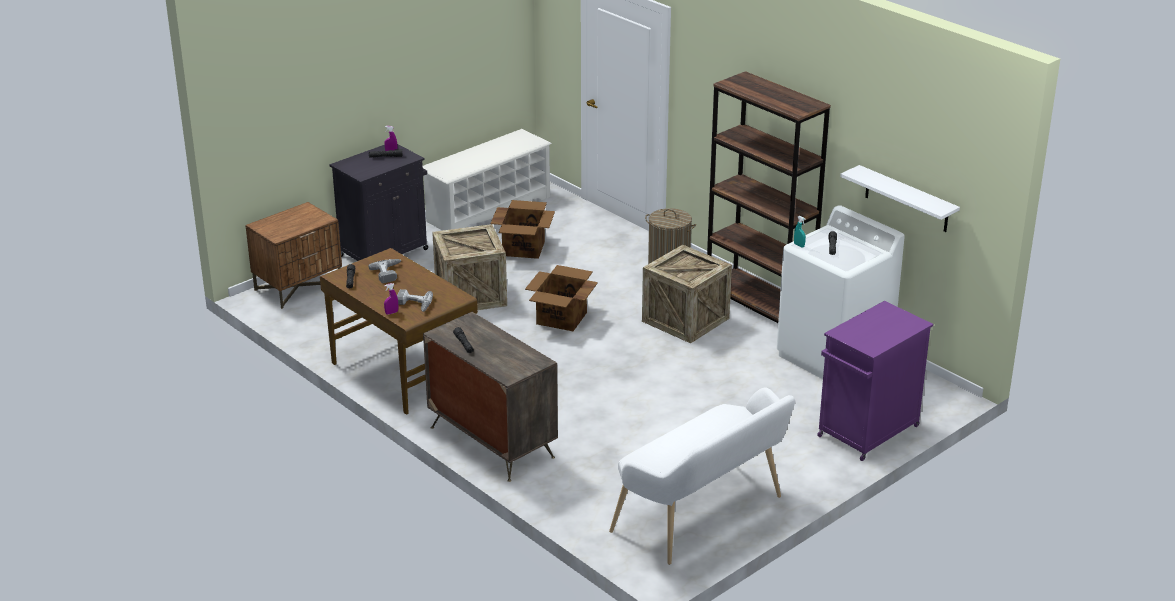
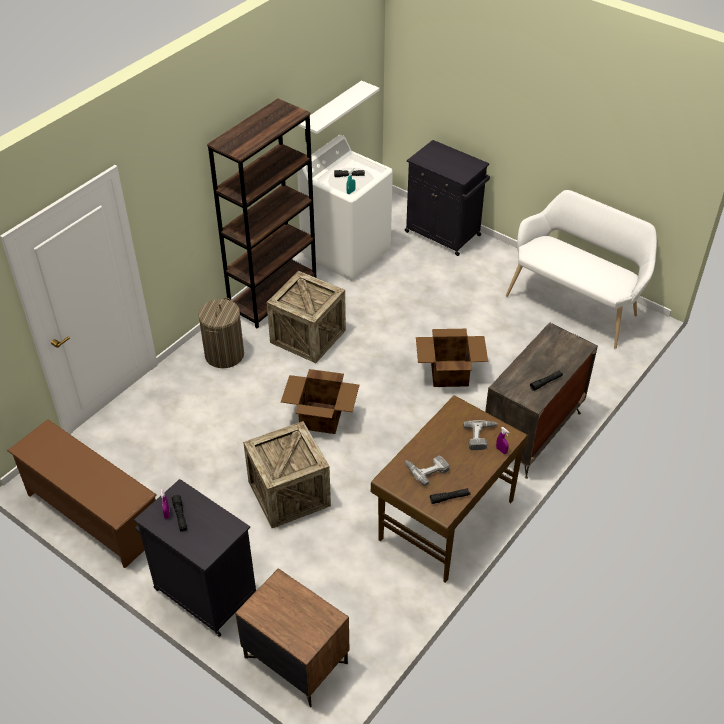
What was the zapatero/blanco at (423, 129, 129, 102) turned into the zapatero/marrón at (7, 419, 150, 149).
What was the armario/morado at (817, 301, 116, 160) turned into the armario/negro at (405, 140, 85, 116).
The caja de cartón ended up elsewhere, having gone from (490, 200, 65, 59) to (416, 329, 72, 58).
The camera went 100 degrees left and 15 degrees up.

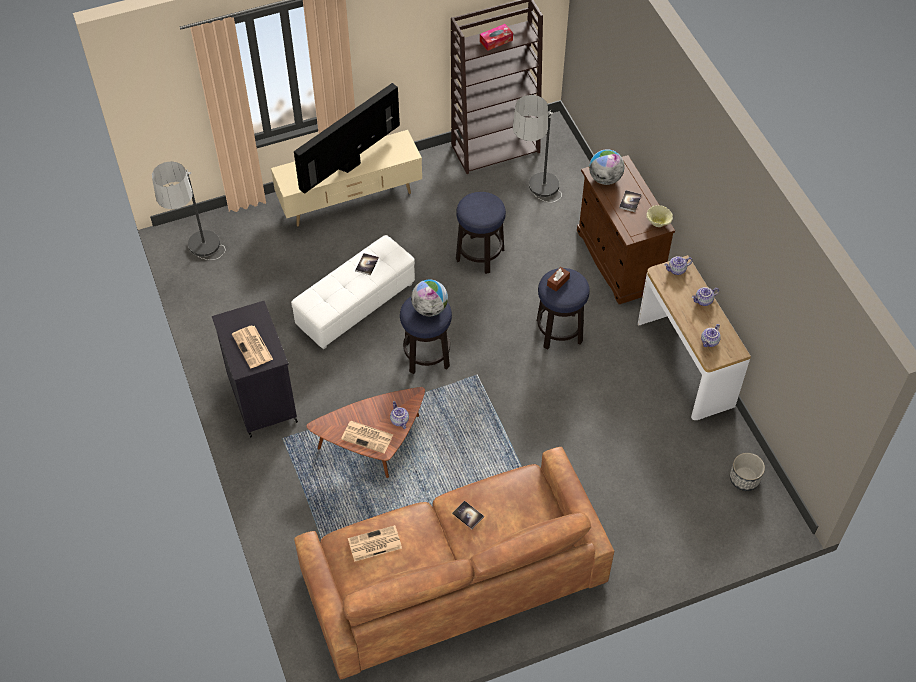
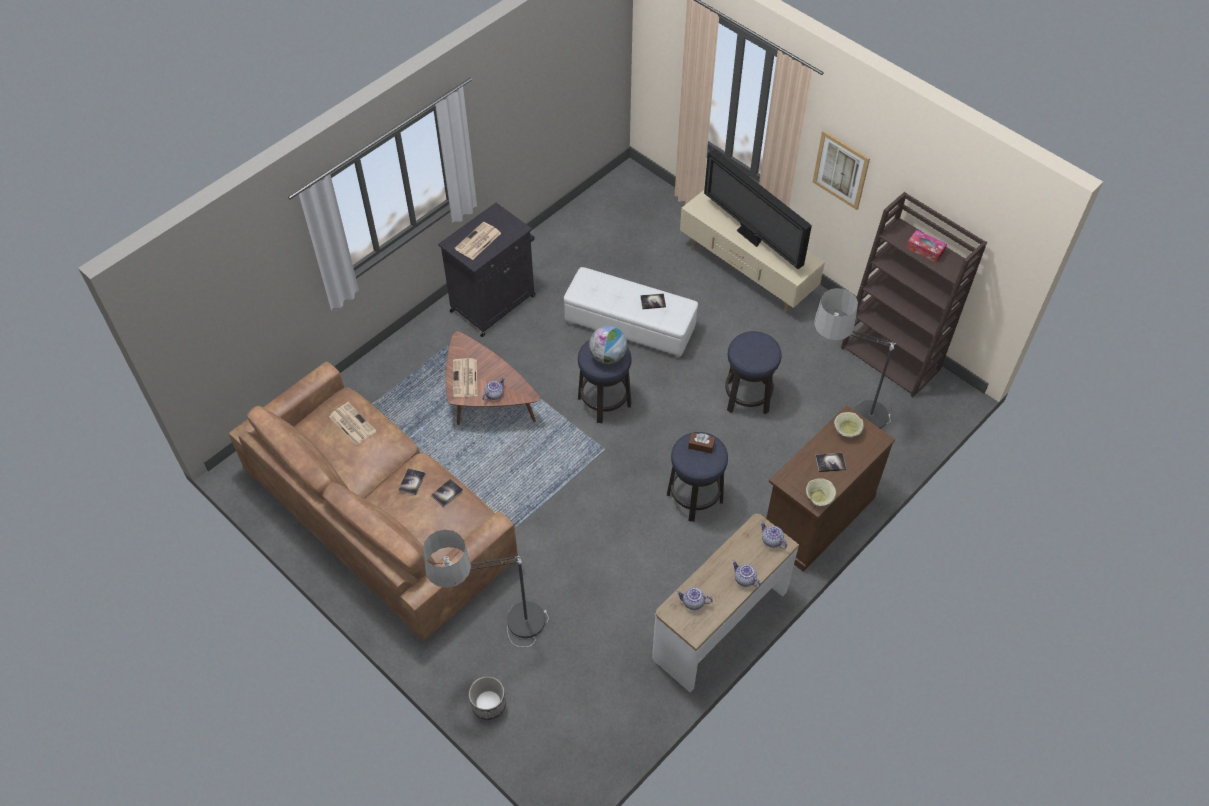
The lámpara de pie ended up elsewhere, having gone from (152, 161, 74, 99) to (423, 530, 126, 117).
The second view gained the libro at (431, 479, 32, 28).
The maceta ended up elsewhere, having gone from (730, 453, 35, 38) to (469, 676, 37, 44).
The televisor at (294, 83, 106, 111) ended up facing another way, 150 degrees counterclockwise from before.
The second view gained the cuadro at (813, 130, 57, 80).
Where the globo terráqueo stood at (589, 150, 36, 35), the cuenco/beis came to stand at (834, 412, 30, 25).
The camera went 65 degrees right and 0 degrees up.

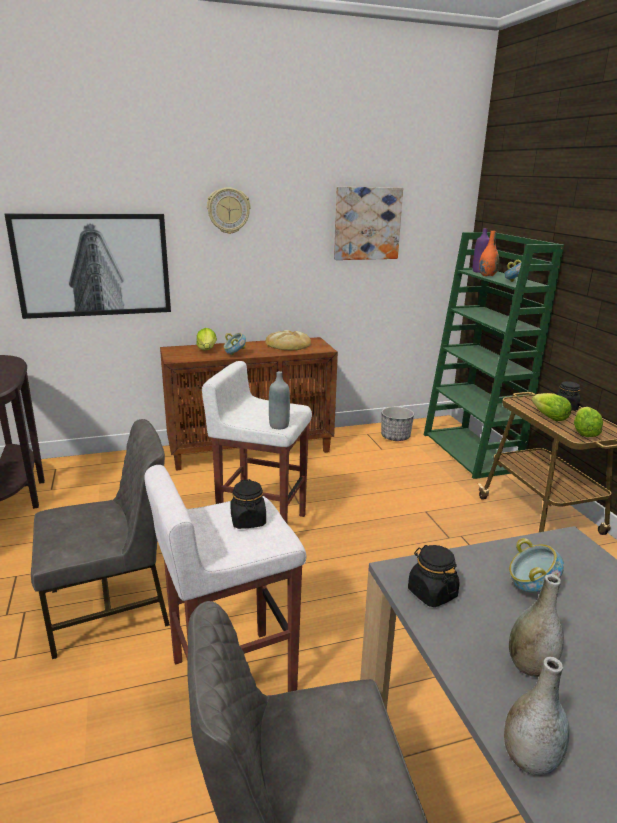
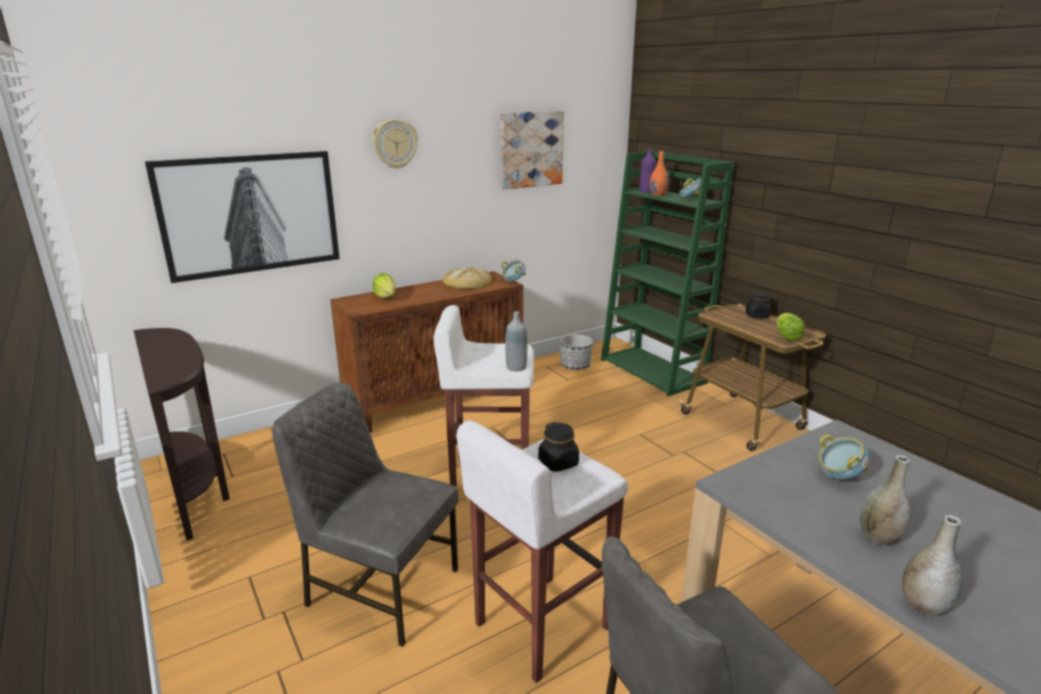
The silla/gris at (31, 419, 139, 240) ended up facing another way, 120 degrees counterclockwise from before.
The cuenco ended up elsewhere, having gone from (224, 333, 22, 22) to (501, 260, 25, 23).
The second view lost the tarro/negro at (408, 545, 52, 62).
The second view lost the lechuga at (532, 393, 39, 28).
The camera went 15 degrees left and 0 degrees up.

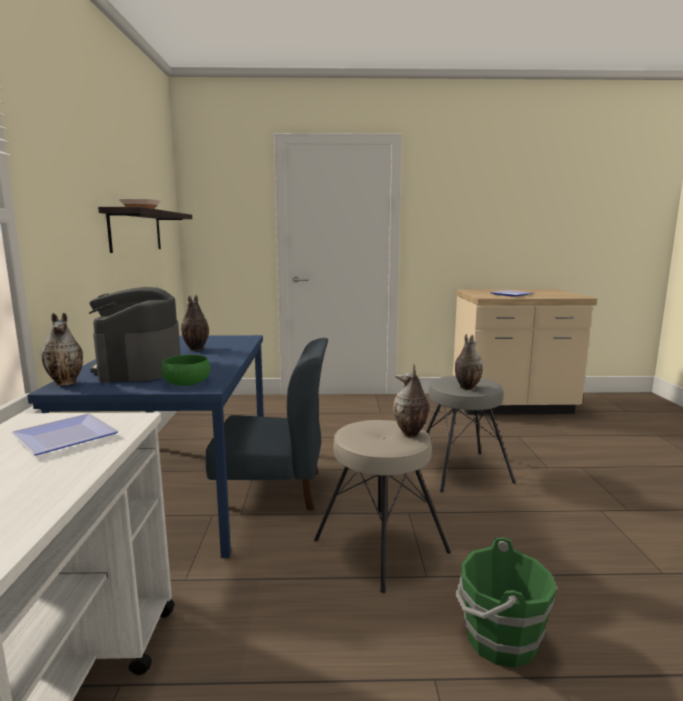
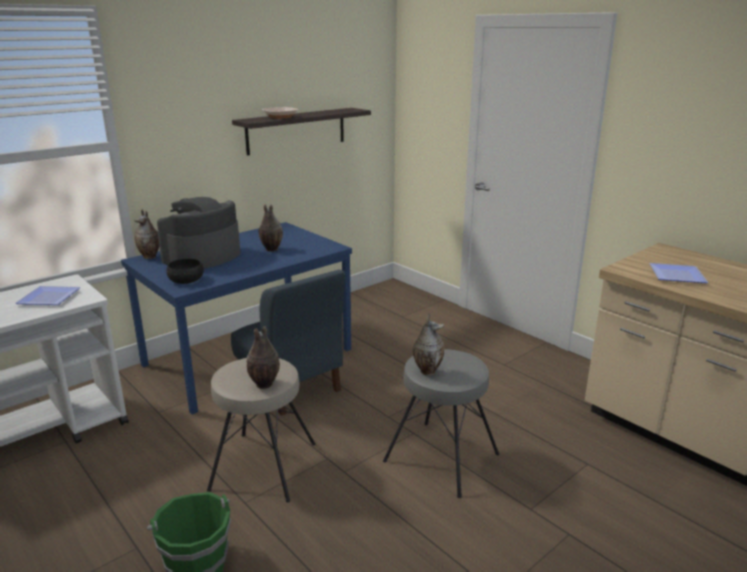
What was the cuenco/verde at (161, 355, 49, 31) turned into the cuenco/negro at (166, 258, 38, 26).
The camera went 50 degrees right and 10 degrees up.

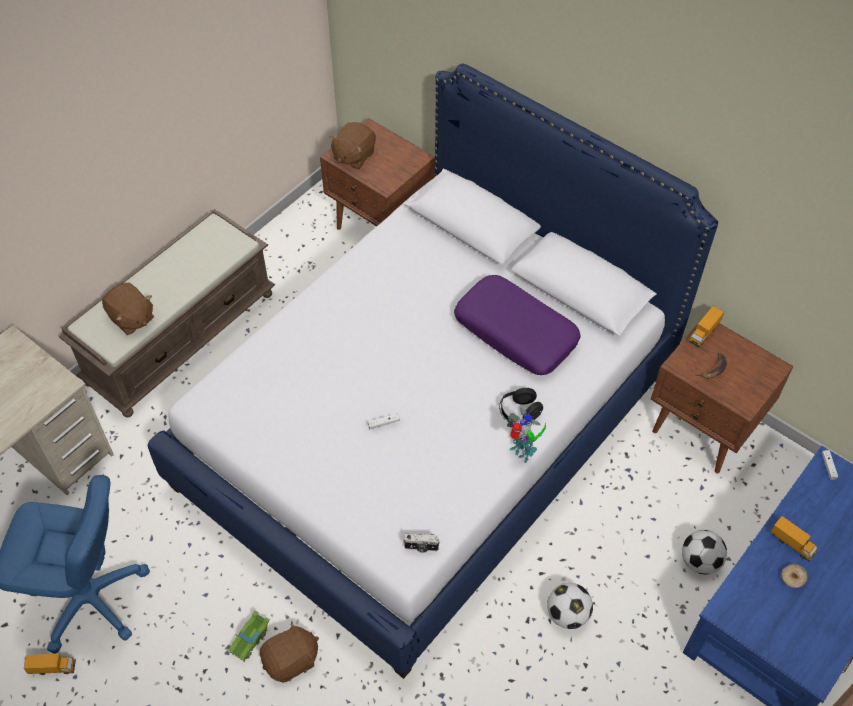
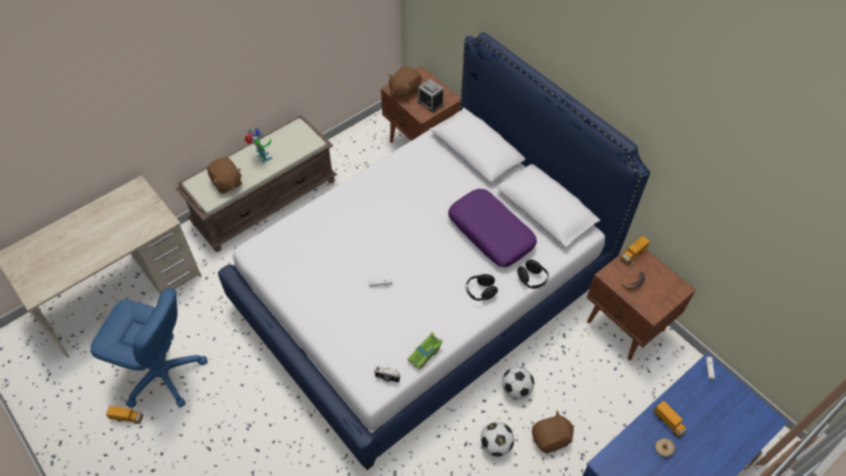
The robot de juguete ended up elsewhere, having gone from (507, 408, 39, 55) to (245, 127, 27, 37).
The coche de juguete/verde ended up elsewhere, having gone from (228, 611, 42, 51) to (408, 332, 35, 38).
The second view gained the despertador at (417, 79, 27, 33).
The balón de fútbol ended up elsewhere, having gone from (682, 530, 45, 44) to (502, 367, 32, 32).
The second view gained the auriculares/negro at (517, 260, 32, 29).
The peluche/marrón ended up elsewhere, having gone from (260, 621, 59, 62) to (532, 411, 42, 42).
The camera went 10 degrees right and 0 degrees up.

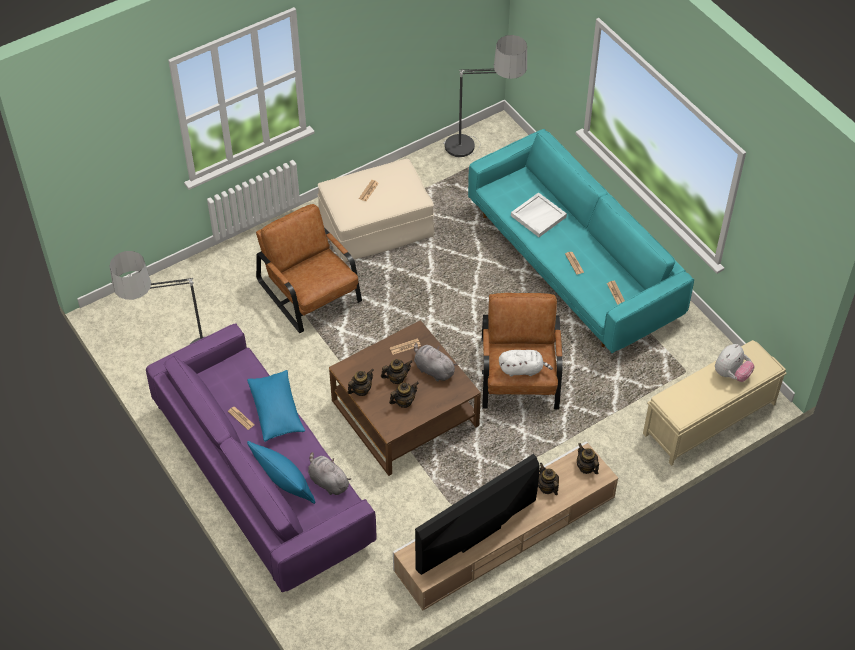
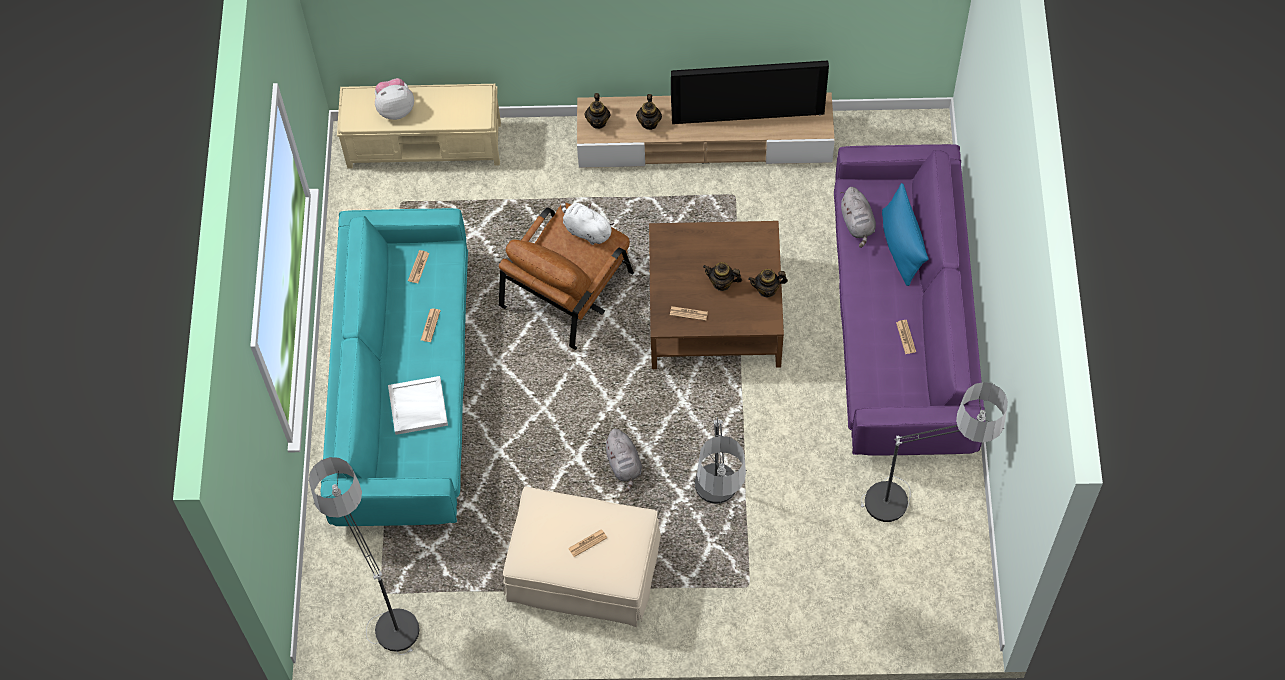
The peluche/gris ended up elsewhere, having gone from (414, 343, 43, 38) to (604, 429, 38, 63).
Where the sillón/marrón stood at (256, 204, 106, 129), the lámpara de pie came to stand at (695, 417, 52, 87).
The second view lost the cojín/azul at (247, 370, 58, 72).
The second view lost the tetera at (389, 382, 30, 26).
The camera went 145 degrees left and 10 degrees up.

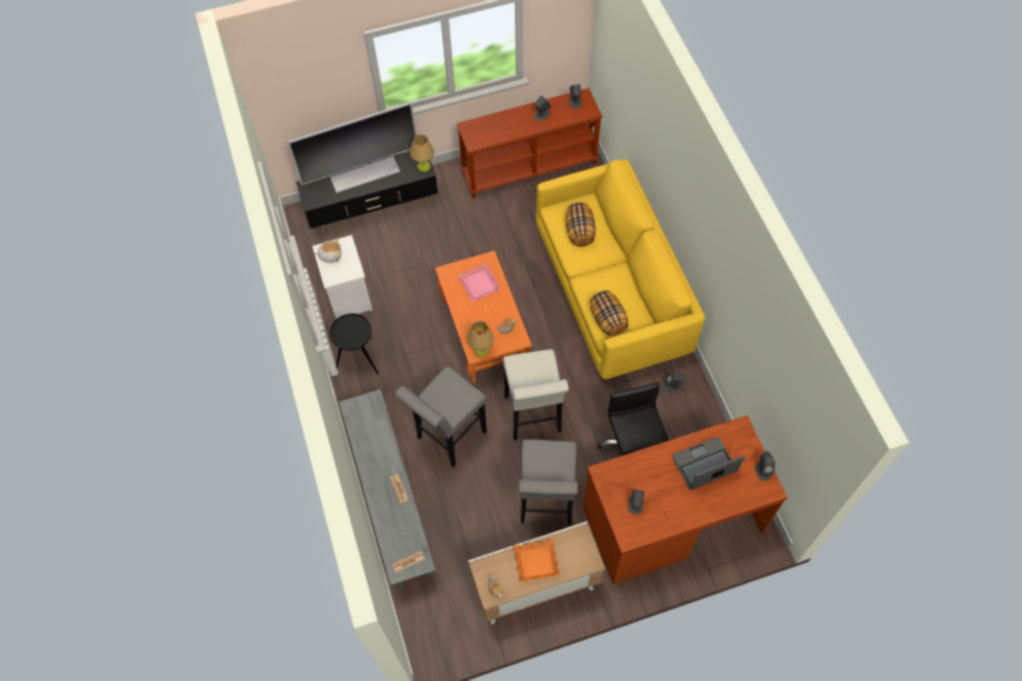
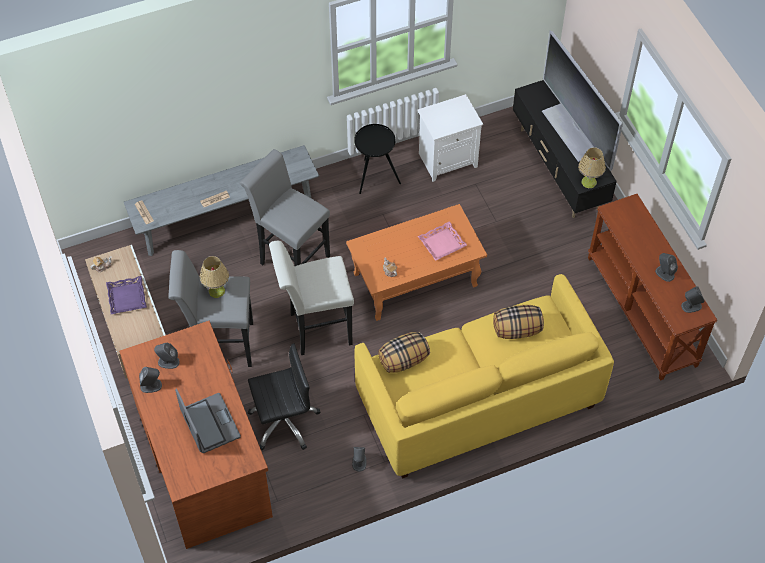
What was the bandeja/naranja at (513, 539, 47, 44) turned into the bandeja/morado at (106, 276, 41, 38).
The altavoz/gris ended up elsewhere, having gone from (755, 451, 20, 30) to (139, 367, 23, 26).
The lámpara de mesa ended up elsewhere, having gone from (467, 321, 27, 36) to (200, 256, 29, 42).
The second view lost the peluche at (315, 238, 26, 25).
The camera went 85 degrees right and 5 degrees down.

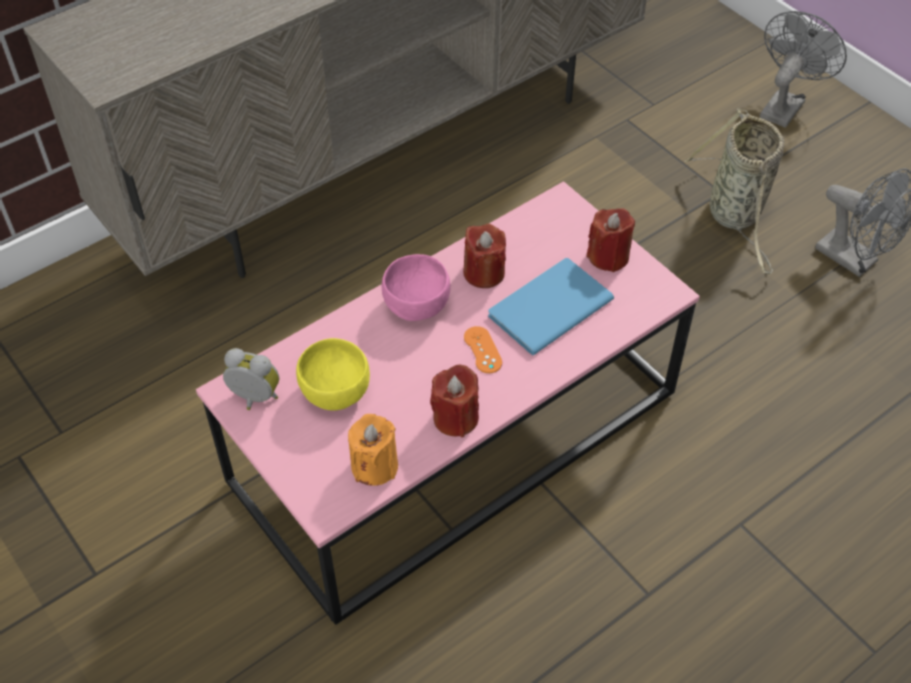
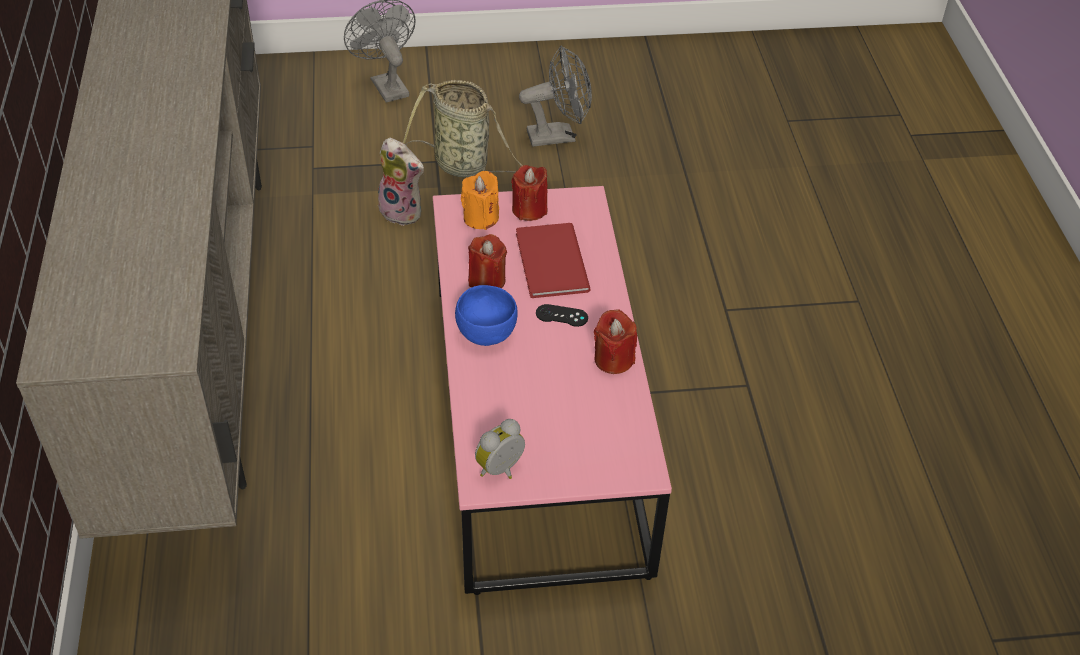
The second view gained the peluche at (378, 138, 46, 88).
What was the cuenco/rosa at (382, 254, 68, 67) turned into the cuenco/azul at (455, 285, 63, 61).
The vela/naranja ended up elsewhere, having gone from (348, 414, 50, 72) to (461, 171, 38, 59).
What was the libro/azul at (488, 258, 126, 97) turned into the libro/rojo at (516, 223, 75, 75).
What was the mando de consola/naranja at (464, 326, 38, 47) turned into the mando de consola/negro at (536, 304, 52, 23).
The second view lost the cuenco/amarillo at (296, 338, 74, 73).
The camera went 60 degrees left and 5 degrees down.

